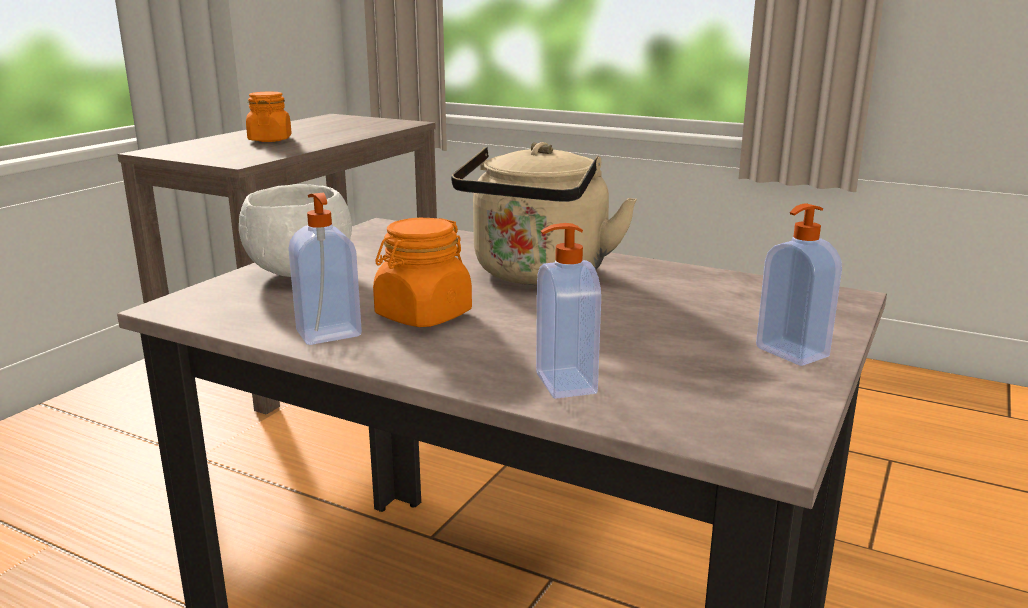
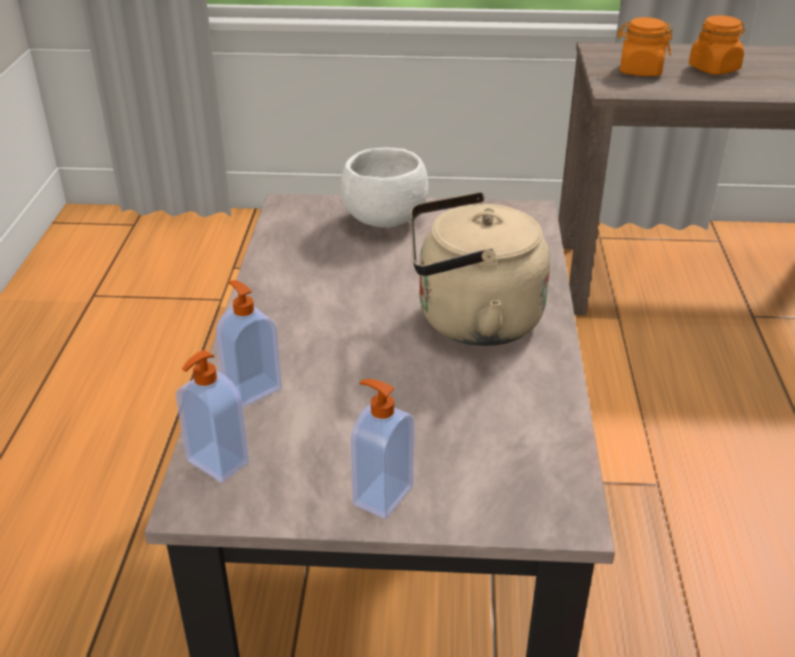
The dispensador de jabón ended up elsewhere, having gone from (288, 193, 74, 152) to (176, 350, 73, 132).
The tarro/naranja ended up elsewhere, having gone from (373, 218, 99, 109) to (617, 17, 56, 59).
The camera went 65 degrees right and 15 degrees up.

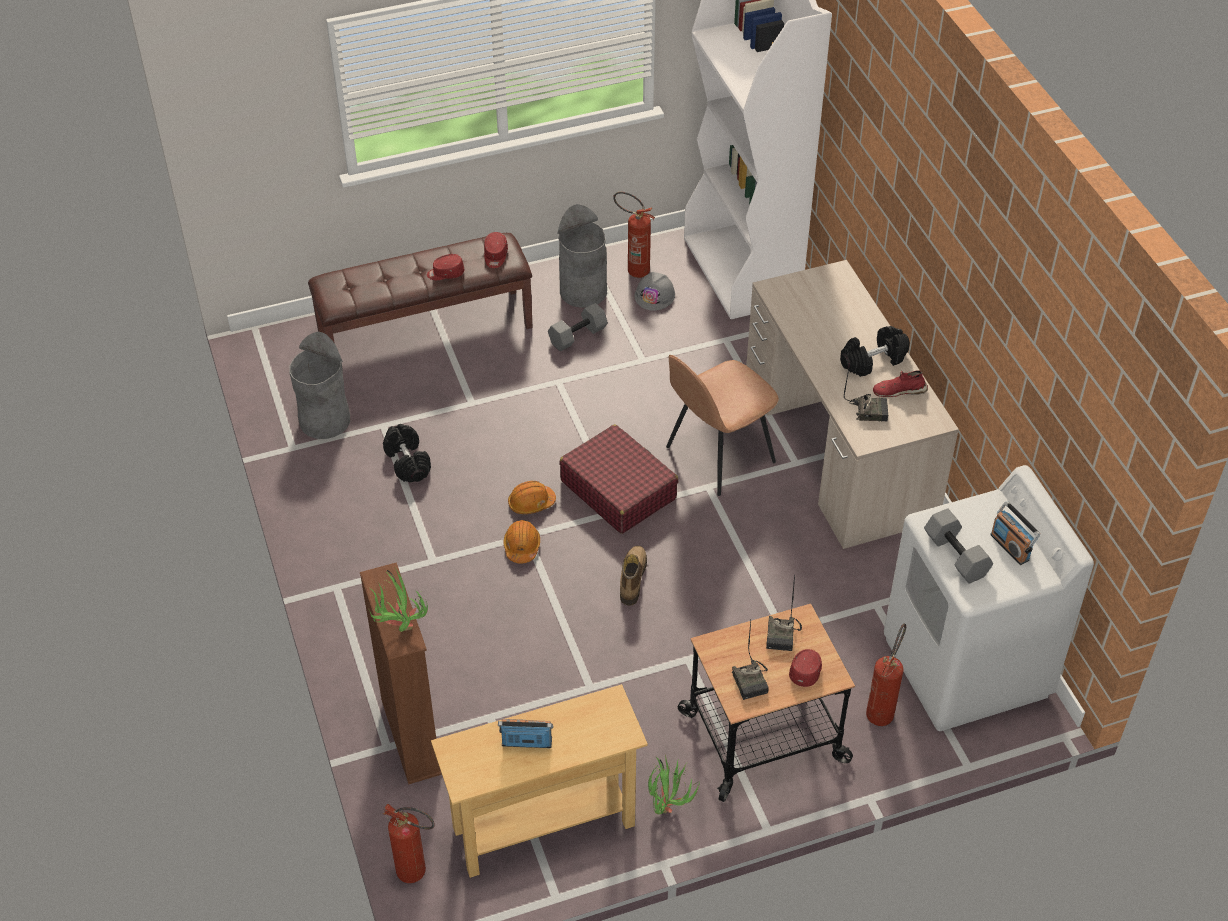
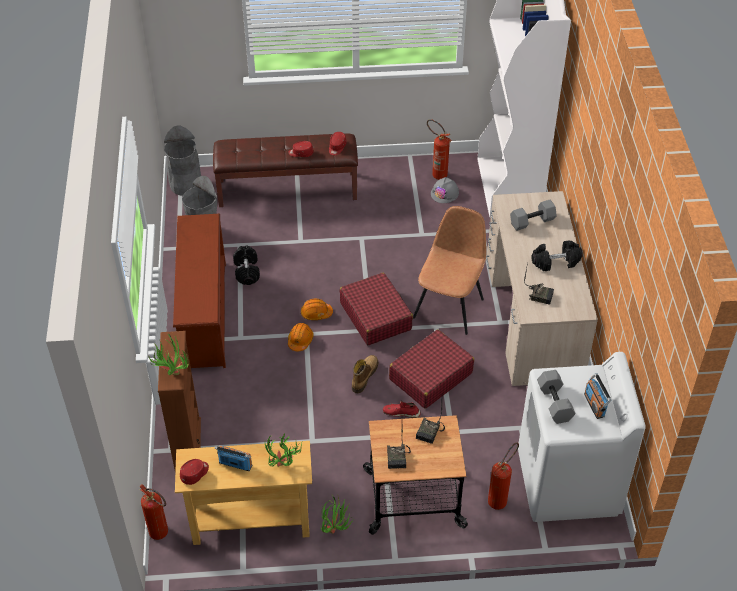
The papelera/gris ended up elsewhere, having gone from (557, 204, 50, 104) to (164, 125, 37, 71).
The second view gained the zapatero/marrón at (173, 214, 53, 154).
The gorra/rojo ended up elsewhere, having gone from (789, 649, 33, 38) to (180, 459, 29, 26).
The second view gained the planta en maceta at (265, 433, 37, 33).
The zapato/rojo ended up elsewhere, having gone from (873, 370, 55, 27) to (383, 401, 38, 17).
The second view gained the maleta/rojo at (389, 330, 85, 79).
The silla/marrón at (666, 355, 113, 141) ended up facing another way, 135 degrees clockwise from before.
The mancuerna/gris ended up elsewhere, having gone from (548, 303, 60, 48) to (510, 200, 47, 31).
The camera went 15 degrees right and 0 degrees up.

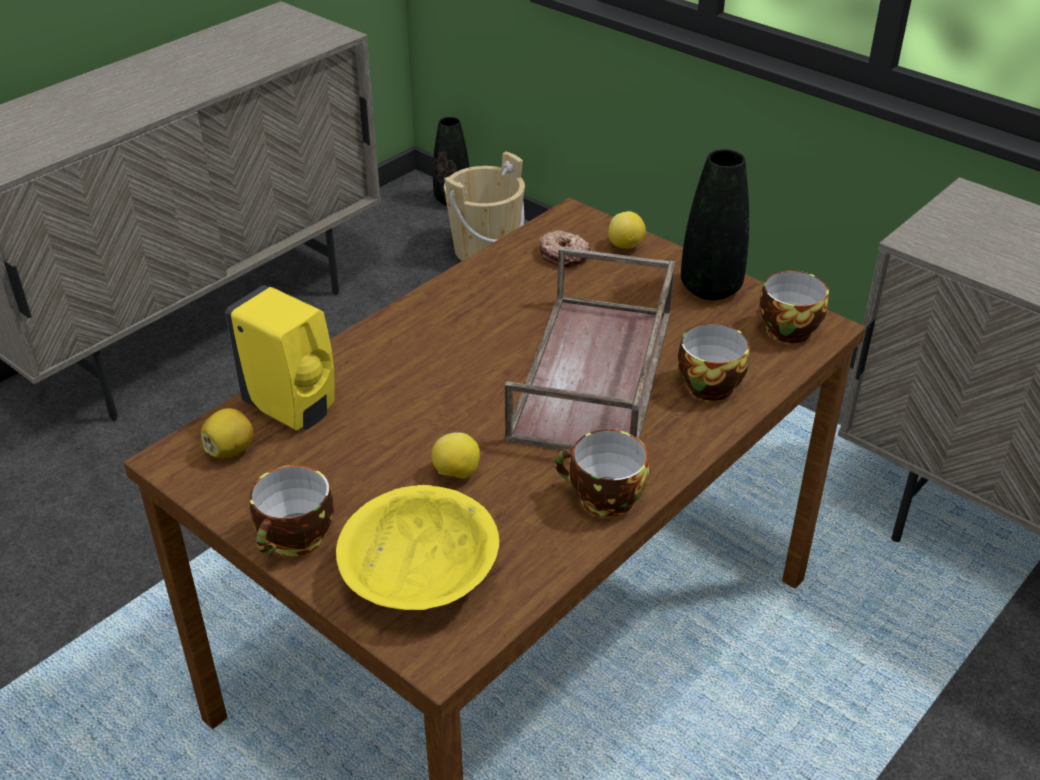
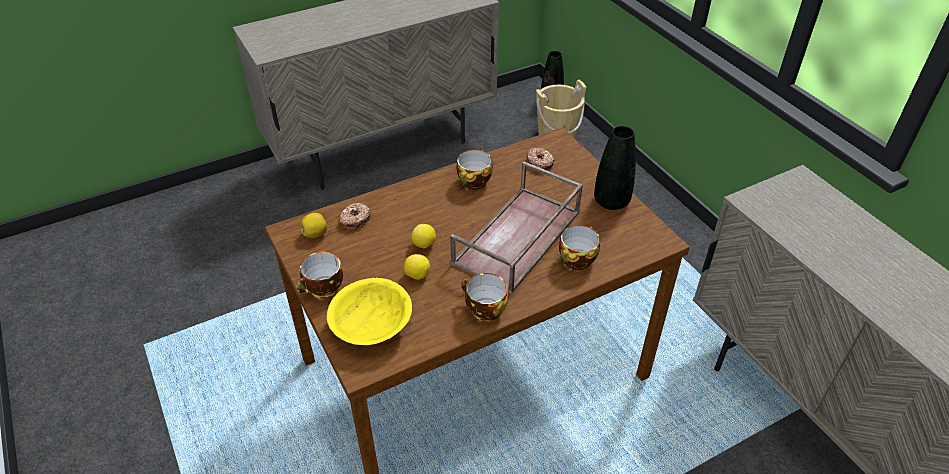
Where the dispensador de jabón/amarillo stood at (226, 285, 109, 145), the rosquilla came to stand at (339, 203, 32, 27).
The limón ended up elsewhere, having gone from (608, 211, 38, 38) to (411, 224, 25, 24).
The taza ended up elsewhere, having gone from (760, 270, 69, 73) to (457, 150, 36, 40).
The camera went 20 degrees right and 5 degrees up.

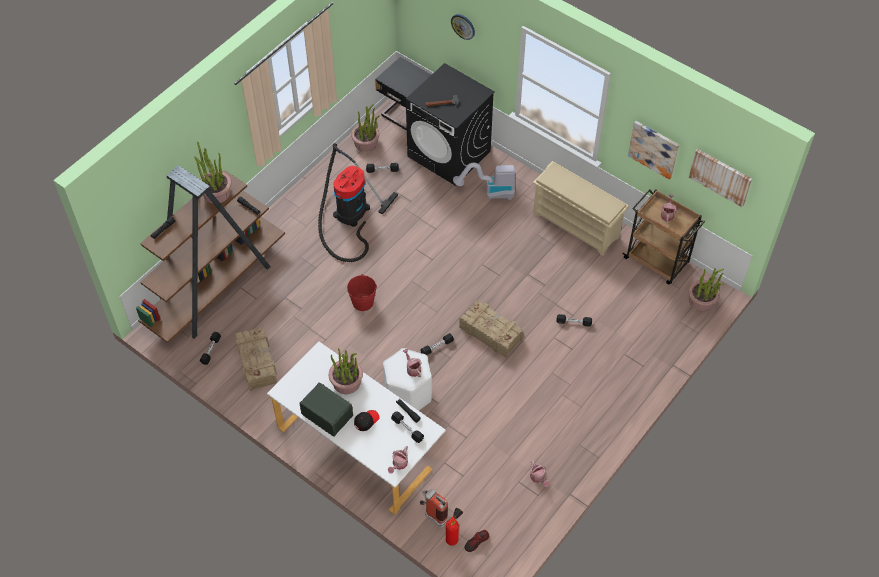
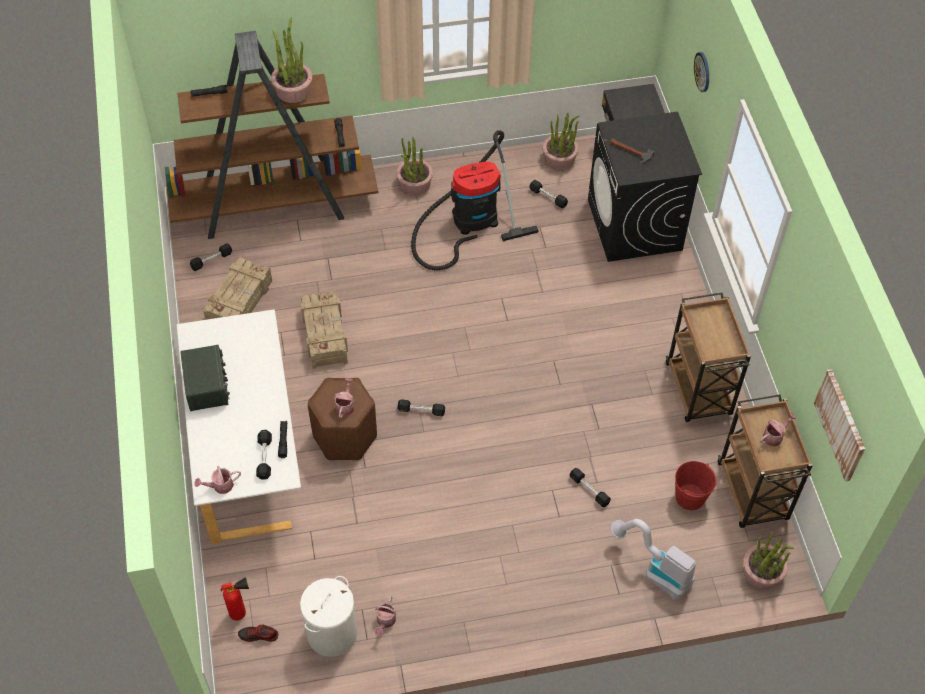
The second view gained the cesto de la ropa/blanco at (300, 576, 57, 81).
The caja de embalaje ended up elsewhere, having gone from (459, 300, 65, 58) to (301, 291, 47, 78).
What was the taburete/blanco at (383, 348, 49, 63) turned into the taburete/marrón at (308, 378, 69, 82).
The planta en maceta ended up elsewhere, having gone from (329, 348, 34, 46) to (396, 137, 37, 59).
The aspiradora ended up elsewhere, having gone from (453, 163, 62, 37) to (611, 519, 85, 81).
Where the zapatero/beis stood at (533, 161, 96, 95), the carrito/marrón came to stand at (666, 292, 85, 130).
The cubo/rojo ended up elsewhere, having gone from (347, 274, 30, 37) to (675, 461, 42, 49).
The second view lost the gorra/negro at (354, 410, 26, 21).
The second view lost the extintor at (420, 489, 29, 39).
The second view lost the cuadro at (628, 121, 51, 59).
The camera went 40 degrees right and 0 degrees up.

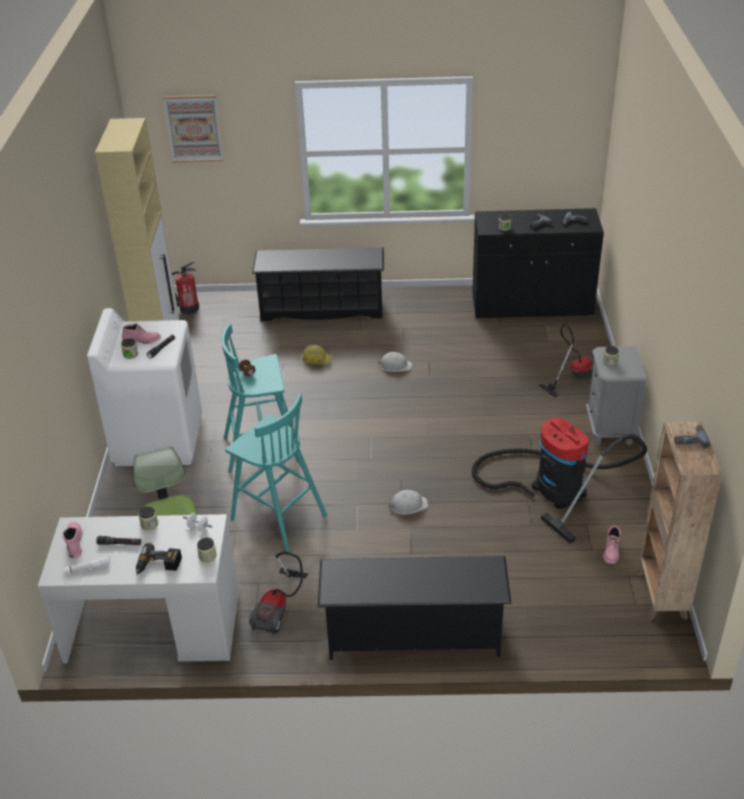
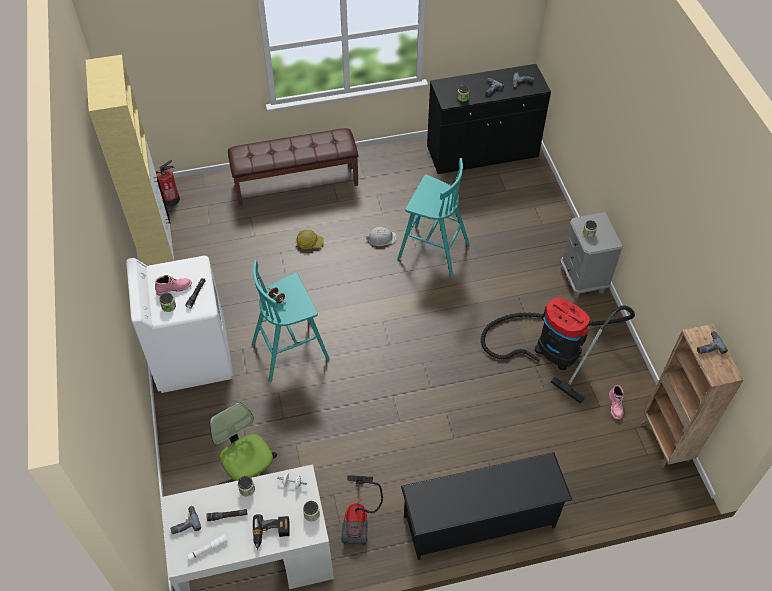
Where the bota/rosa stood at (63, 521, 20, 37), the taladro came to stand at (170, 506, 31, 28).
Where the zapatero/negro stood at (252, 247, 132, 74), the banco/marrón came to stand at (228, 128, 130, 78).
The taburete/turquesa ended up elsewhere, having gone from (225, 393, 102, 159) to (398, 158, 71, 119).
The second view lost the cuadro at (163, 95, 61, 67).
The second view lost the casco/blanco at (389, 490, 39, 25).
The second view lost the aspiradora at (539, 325, 55, 72).
The camera went 15 degrees left and 15 degrees up.

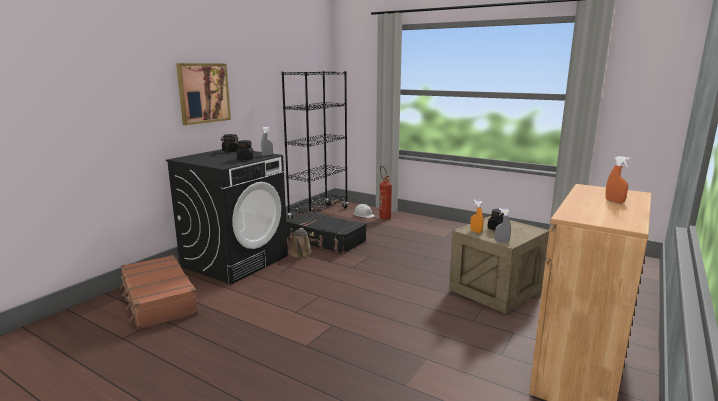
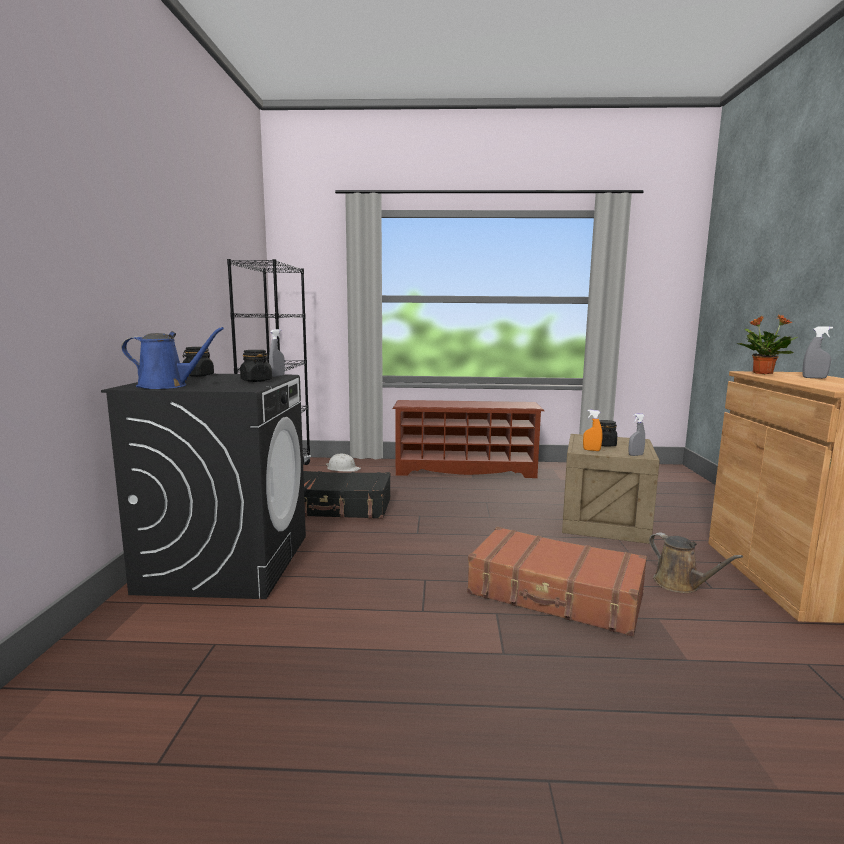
The second view gained the regadera/azul at (121, 327, 103, 62).
The second view gained the zapatero/marrón at (393, 400, 151, 78).
The maleta/marrón ended up elsewhere, having gone from (120, 255, 78, 75) to (467, 527, 180, 110).
The regadera/marrón ended up elsewhere, having gone from (290, 228, 22, 30) to (649, 533, 94, 60).
The second view gained the planta en maceta at (737, 315, 60, 59).
What was the pulverizador/naranja at (605, 156, 25, 47) turned into the pulverizador/gris at (802, 326, 31, 53).
The second view lost the cuadro at (176, 63, 55, 62).
The second view lost the extintor at (379, 166, 13, 53).
The camera went 30 degrees left and 5 degrees down.

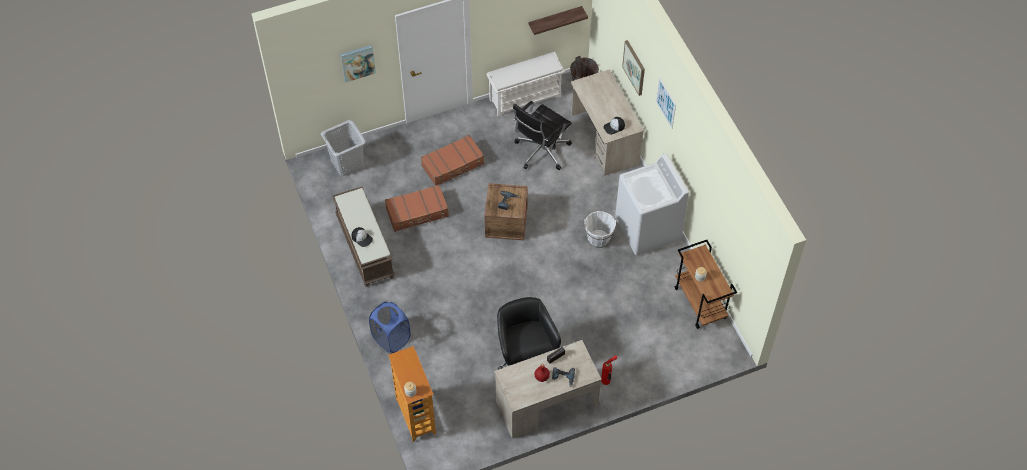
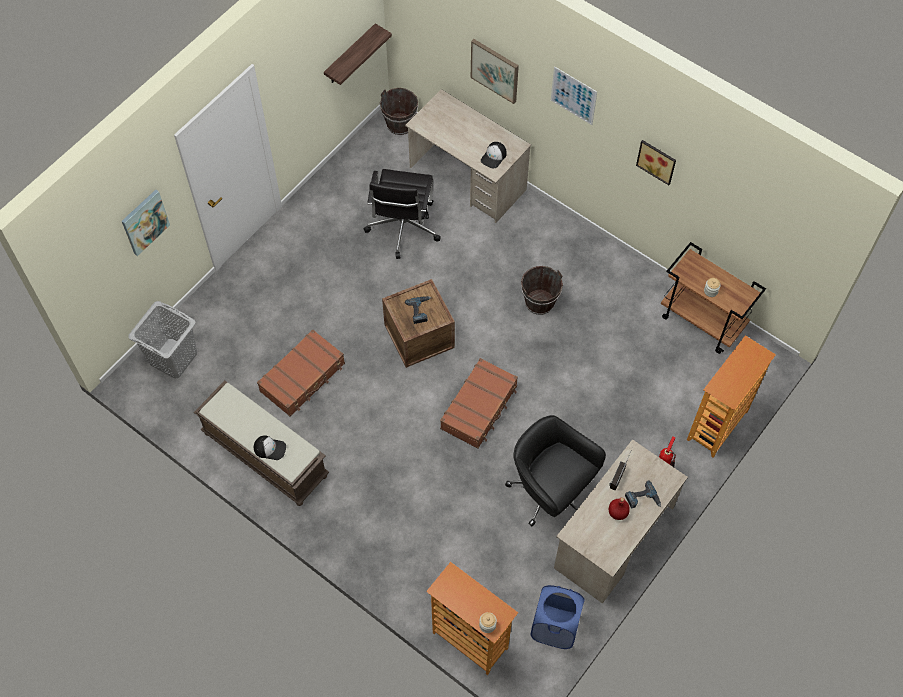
The maleta/marrón ended up elsewhere, having gone from (421, 135, 63, 51) to (440, 358, 78, 91).
What was the cubo/blanco at (585, 211, 31, 37) turned into the cubo/marrón at (521, 266, 42, 49).
The cesto de la ropa/azul ended up elsewhere, having gone from (369, 302, 42, 51) to (530, 585, 55, 64).
The second view gained the cuadro at (636, 140, 40, 45).
The second view gained the estantería at (687, 335, 89, 123).
The second view lost the zapatero/blanco at (487, 52, 78, 65).
The second view lost the lavadora/blanco at (615, 153, 74, 102).
The camera went 30 degrees left and 5 degrees up.

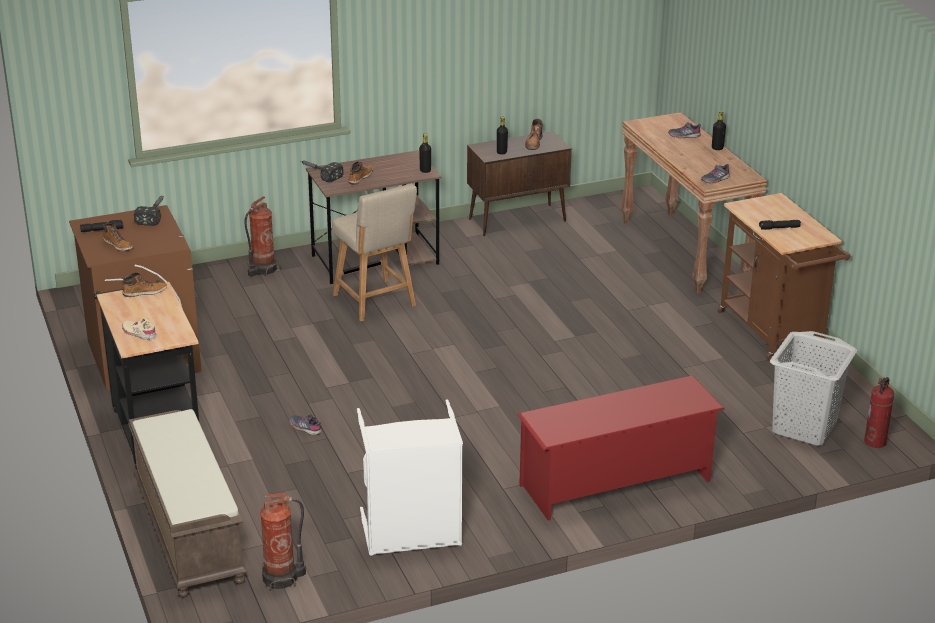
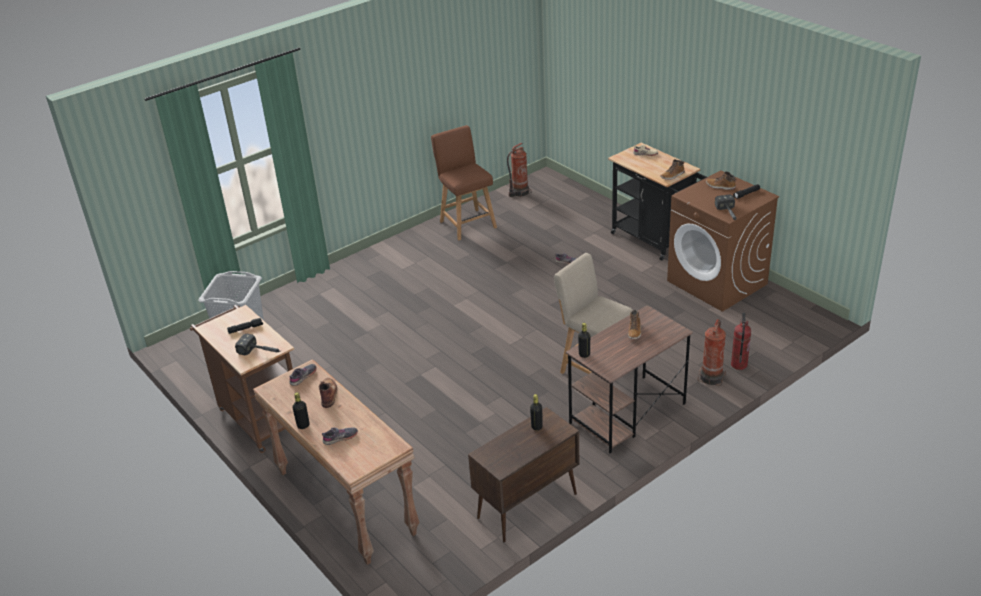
The martillo ended up elsewhere, having gone from (300, 160, 44, 22) to (235, 334, 46, 21).
The bota/marrón ended up elsewhere, having gone from (525, 119, 18, 31) to (319, 378, 18, 30).
Where the cesto de la ropa/blanco stood at (357, 399, 106, 156), the silla/marrón came to stand at (431, 125, 66, 115).
The extintor ended up elsewhere, having gone from (864, 377, 30, 71) to (731, 313, 20, 57).
The second view lost the banco/marrón at (128, 409, 119, 189).
The second view lost the zapatero/rojo at (517, 375, 208, 145).
The camera went 165 degrees right and 5 degrees up.

